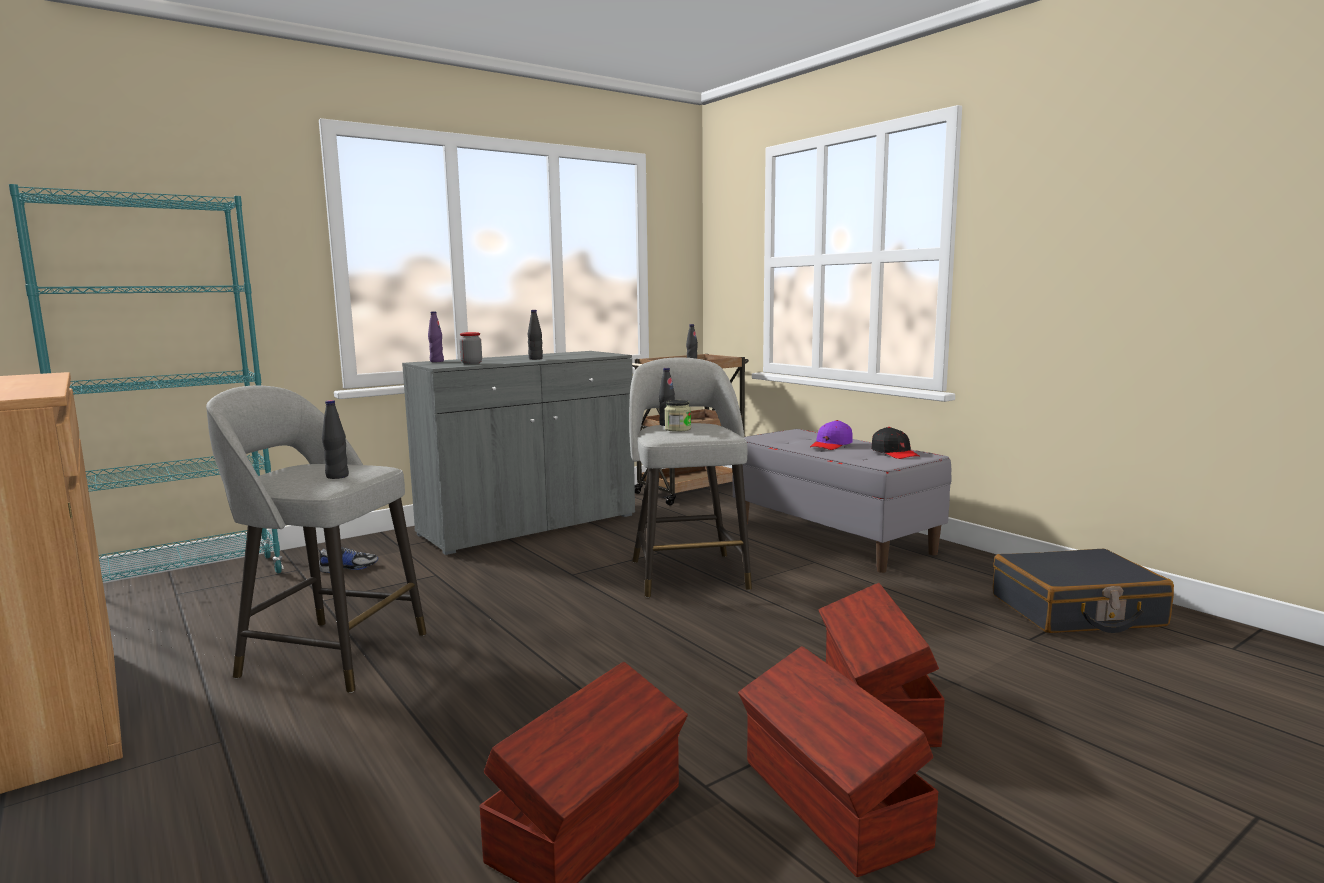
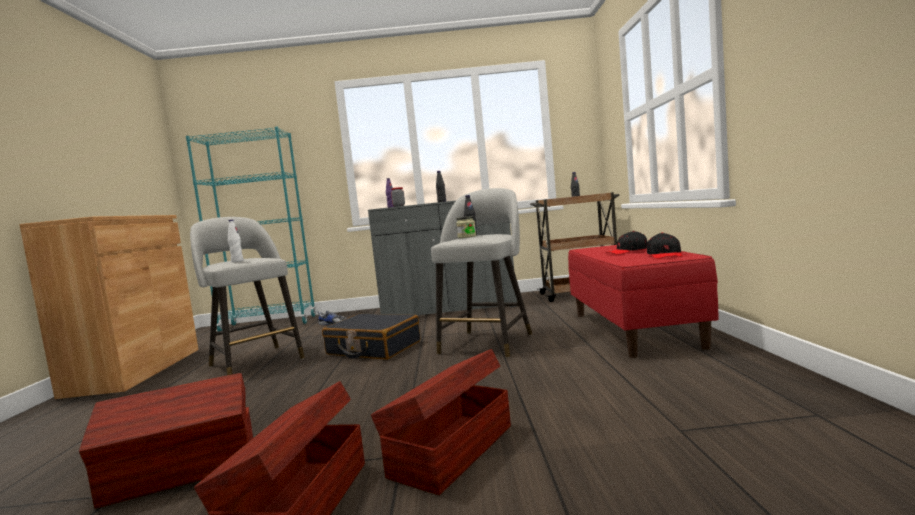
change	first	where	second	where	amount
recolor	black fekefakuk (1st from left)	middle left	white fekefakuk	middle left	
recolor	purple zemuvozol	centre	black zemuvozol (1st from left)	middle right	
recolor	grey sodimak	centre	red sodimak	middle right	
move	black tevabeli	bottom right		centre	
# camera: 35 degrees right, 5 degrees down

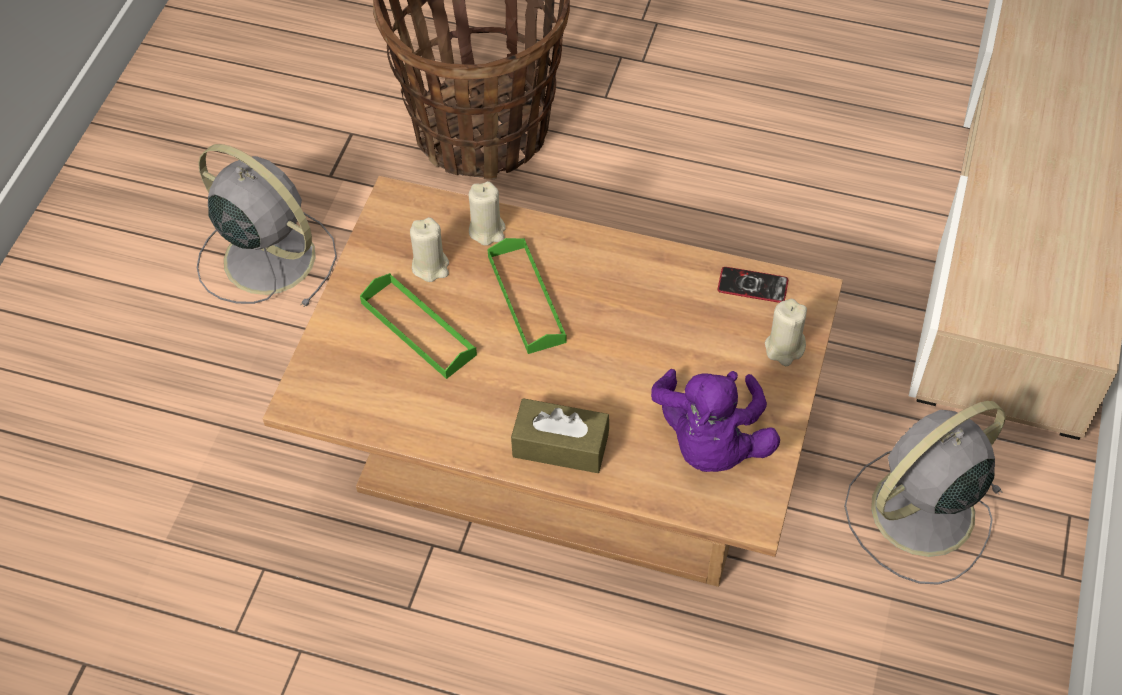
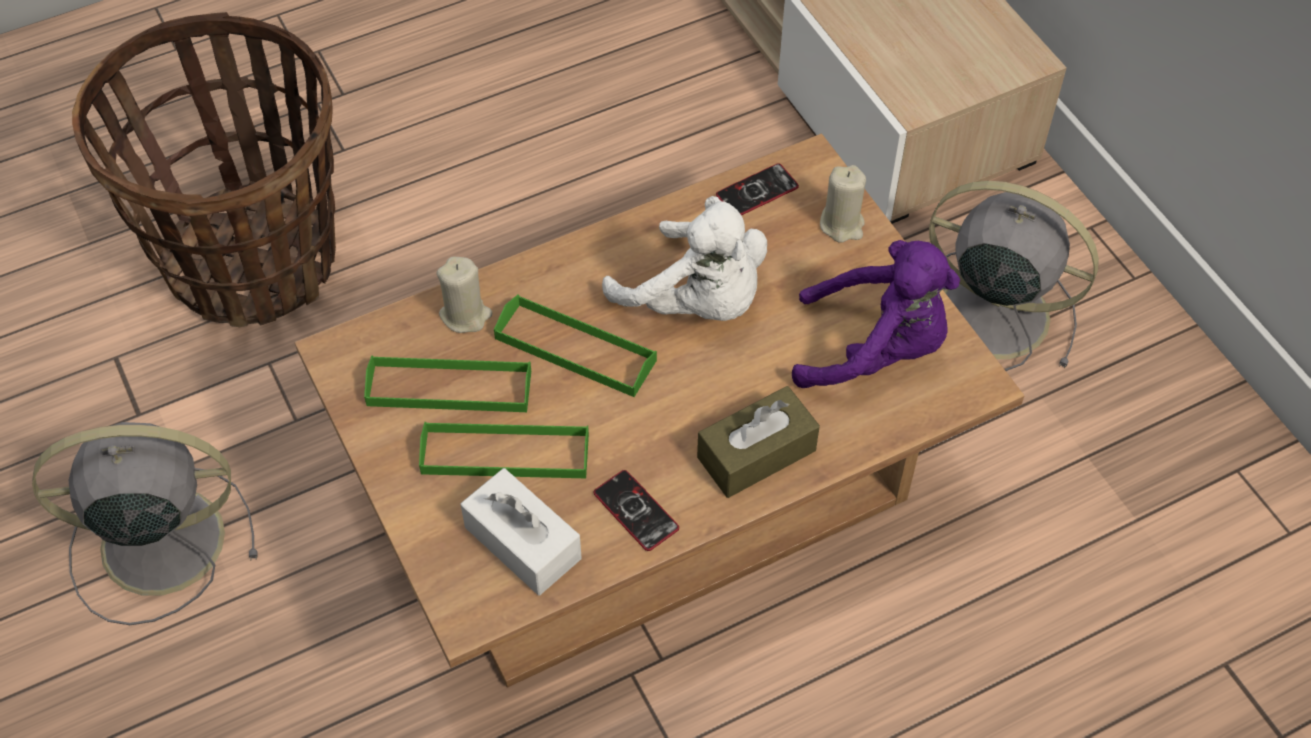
change	first	where	second	where	amount
replace	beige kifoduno (1st from left)	centre	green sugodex (1st from left)	centre	
rotate	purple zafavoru	centre		middle right	45 degrees counterclockwise
rotate	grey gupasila (2nd from left)	bottom right		middle right	105 degrees clockwise
insert			white zafavoru	centre	
insert			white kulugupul	bottom centre	
insert			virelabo (1st from left)	bottom centre	
# camera: 45 degrees left, 0 degrees up

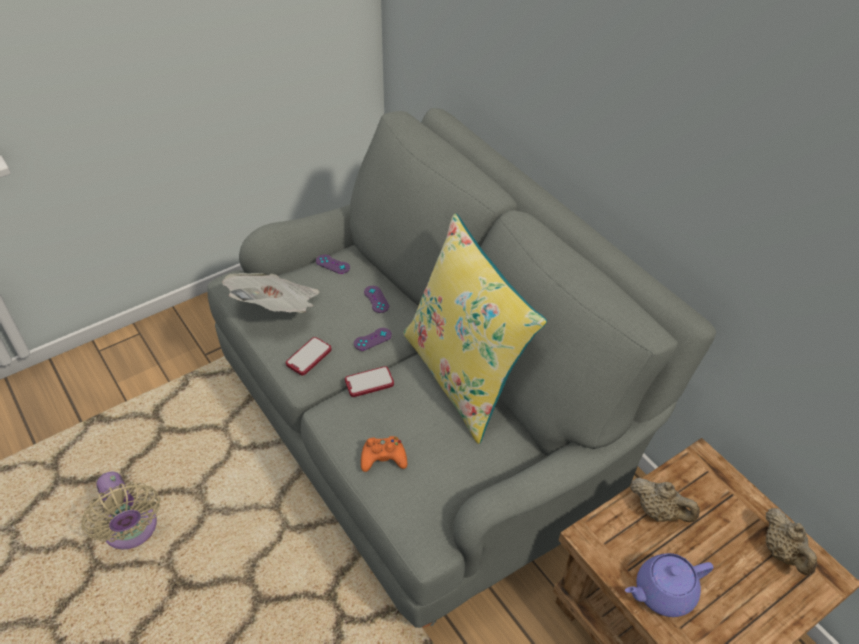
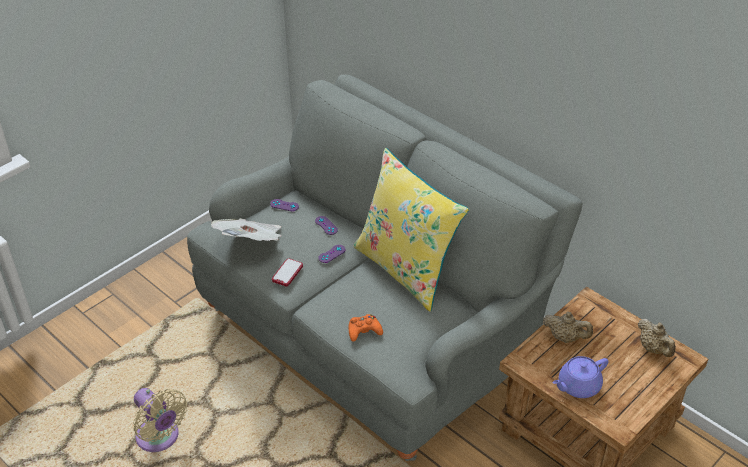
change	first	where	second	where	amount
delete	virelabo (2nd from left)	centre			
# camera: 10 degrees left, 5 degrees down

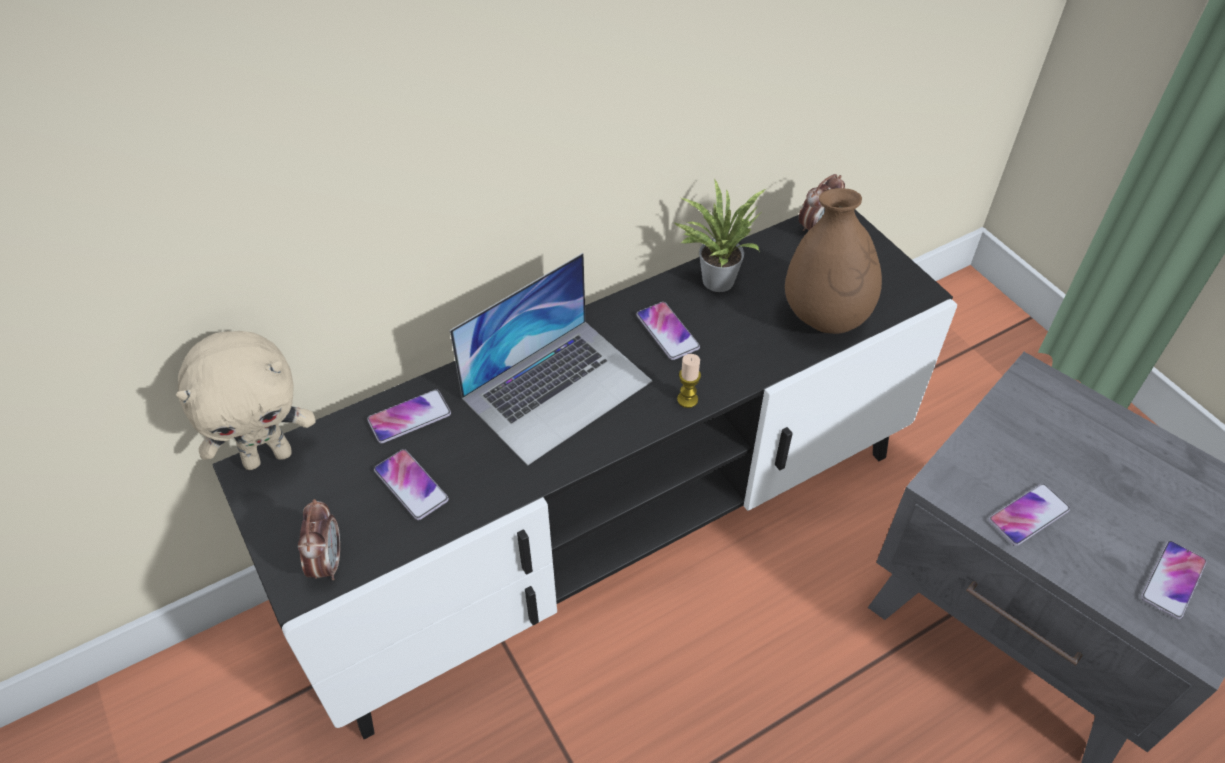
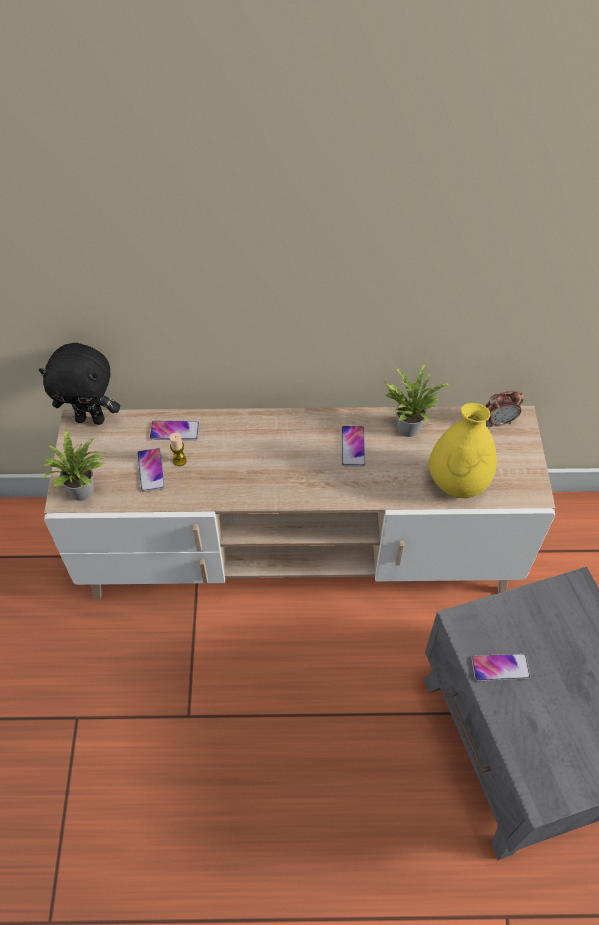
change	first	where	second	where	amount
recolor	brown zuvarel	middle right	yellow zuvarel	middle right	
recolor	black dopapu	centre	beige dopapu	centre	
delete	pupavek	centre			
recolor	beige zafavoru	middle left	black zafavoru	middle left	
move	kifoduno	centre		middle left	
replace	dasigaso (1st from left)	bottom left	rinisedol (1st from left)	middle left	
delete	virelabo (5th from left)	bottom right			
# camera: 30 degrees right, 5 degrees up

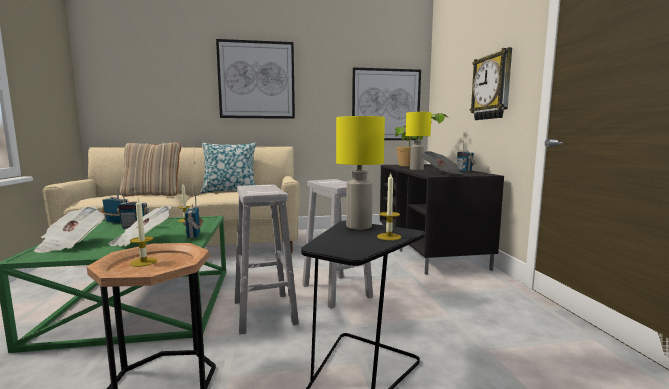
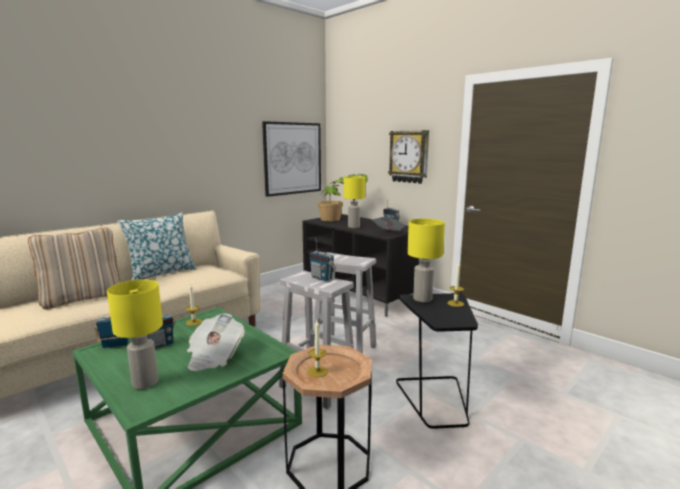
change	first	where	second	where	amount
delete	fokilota (1st from left)	top centre			
move	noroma (3rd from left)	middle left		centre	
replace	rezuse (1st from left)	middle left	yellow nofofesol (1st from left)	bottom left	
# camera: 35 degrees left, 5 degrees up

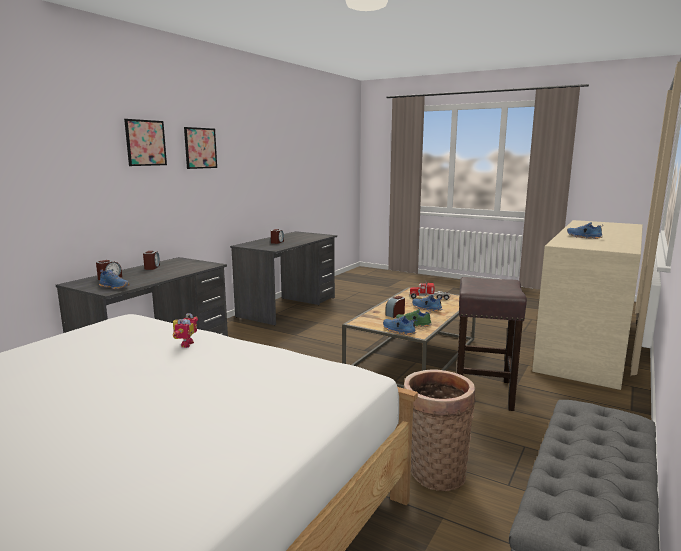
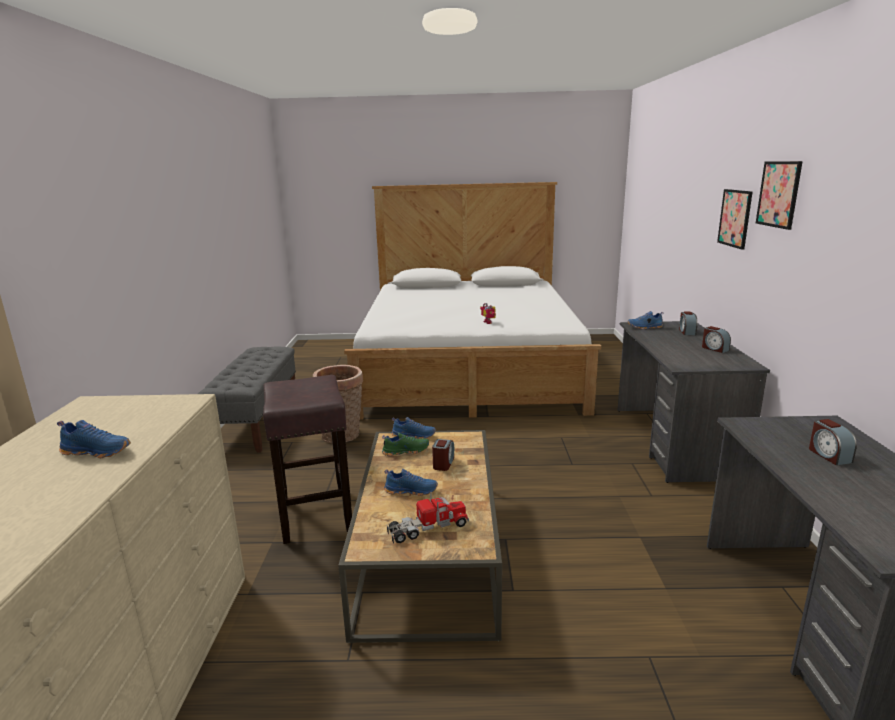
change	first	where	second	where	amount
move	fokilota (2nd from left in the first image)	top left	fokilota (1st from left)	top right	
# camera: 150 degrees right, 5 degrees up

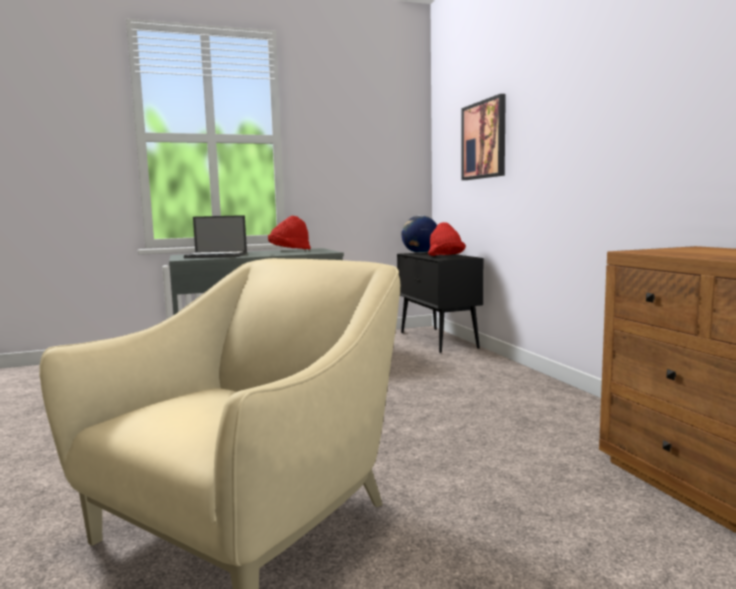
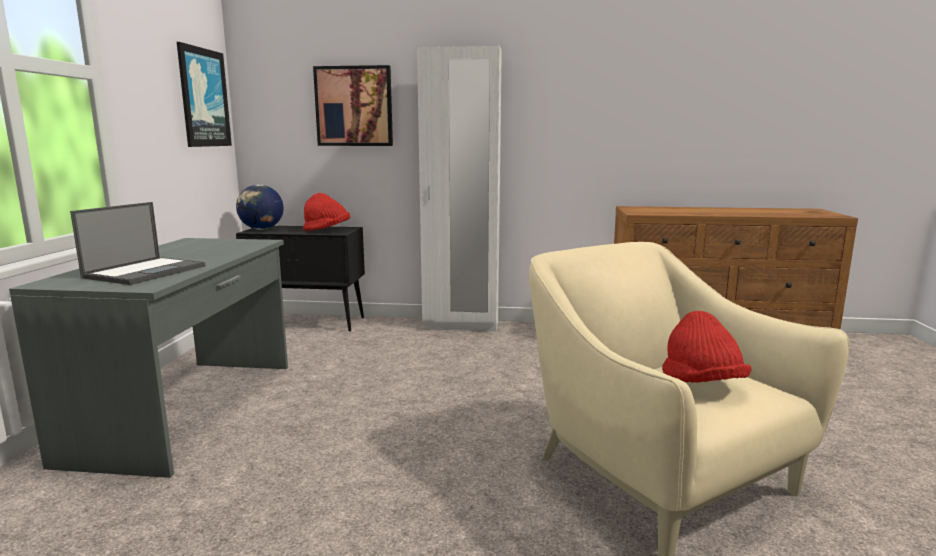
change	first	where	second	where	amount
move	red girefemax (1st from left in the first image)	centre	red girefemax (2nd from left)	middle right	
insert			fokilota (1st from left)	top left	
insert			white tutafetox	centre	
# camera: 65 degrees left, 5 degrees up

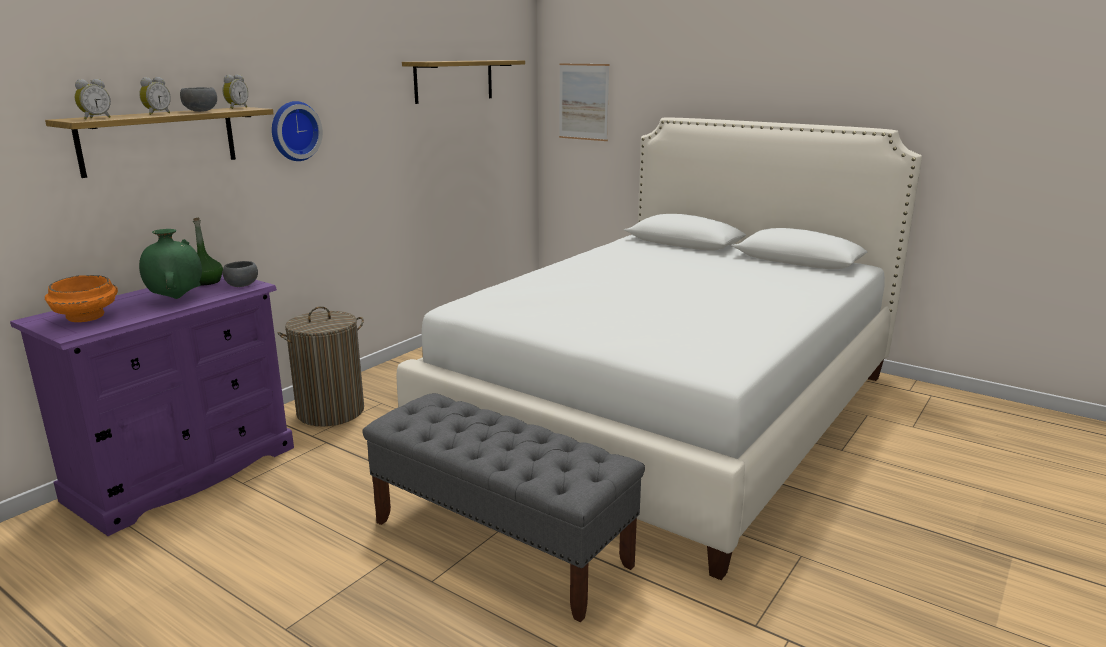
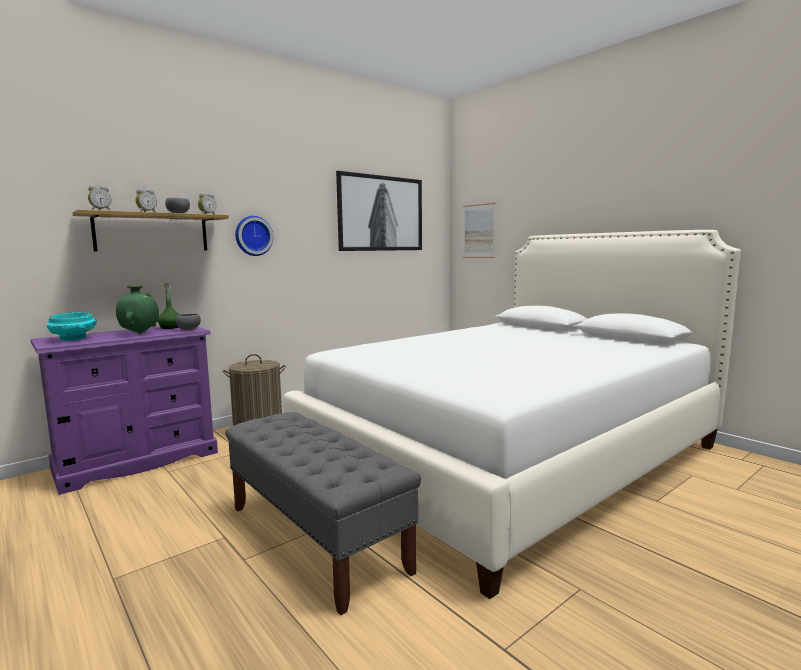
change	first	where	second	where	amount
replace	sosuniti (2nd from left)	top centre	fokilota (1st from left)	top centre	
recolor	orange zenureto	middle left	turquoise zenureto	middle left	
# camera: 15 degrees right, 10 degrees down

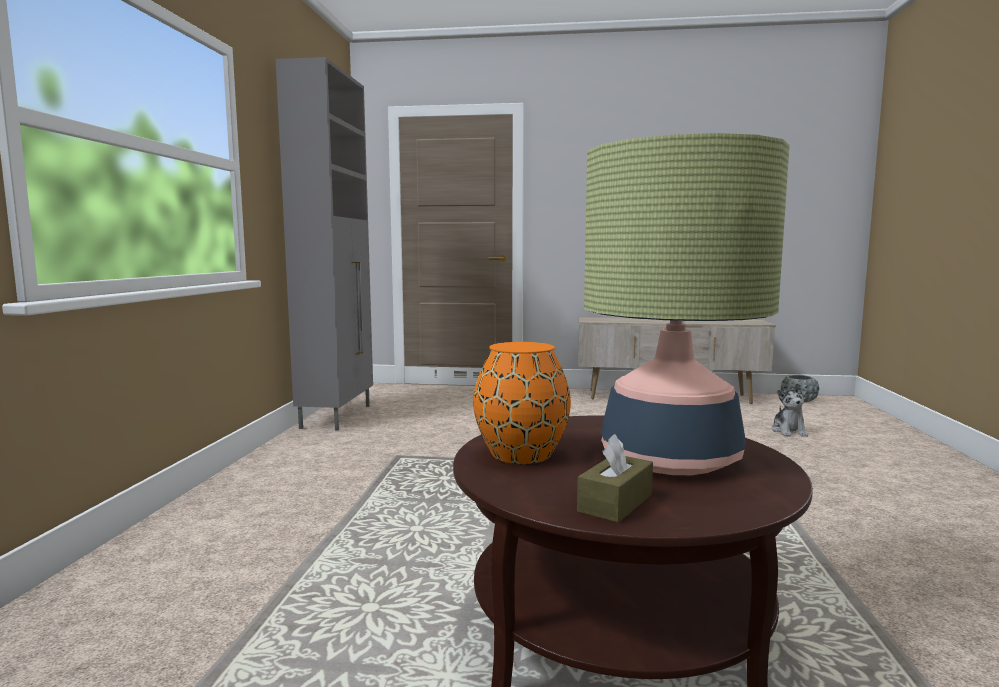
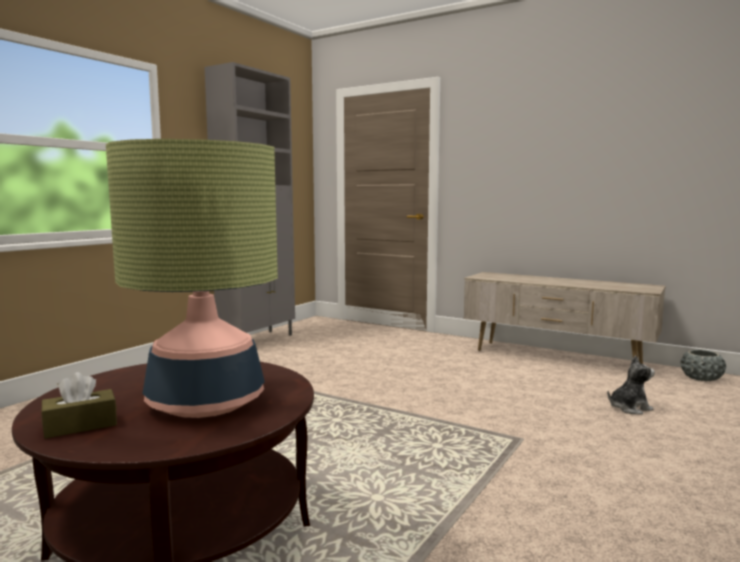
change	first	where	second	where	amount
delete	orange zuvarel	centre			
rotate	zafavoru	middle right		bottom right	135 degrees counterclockwise
# camera: 25 degrees right, 0 degrees up

